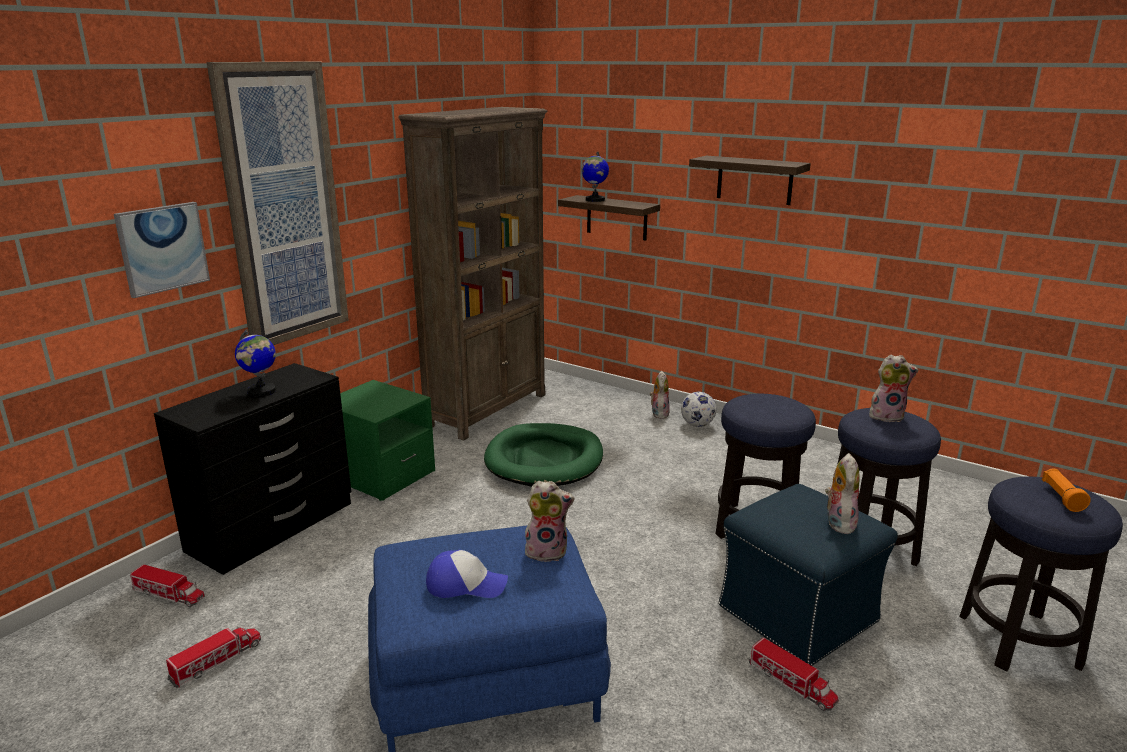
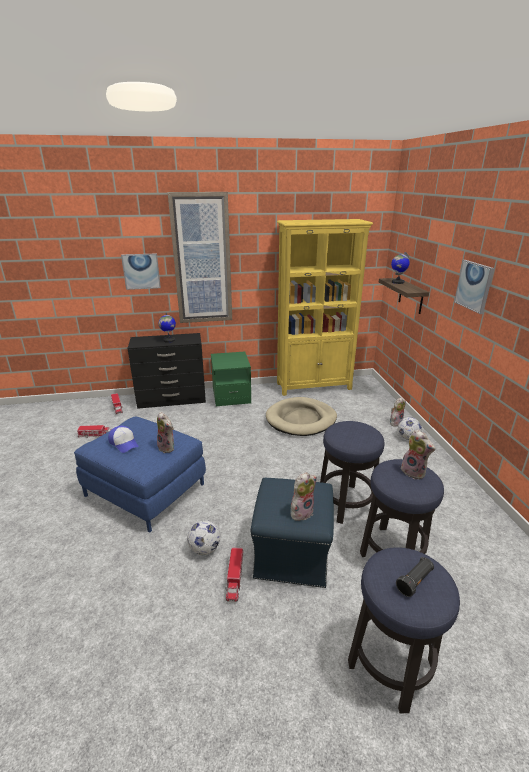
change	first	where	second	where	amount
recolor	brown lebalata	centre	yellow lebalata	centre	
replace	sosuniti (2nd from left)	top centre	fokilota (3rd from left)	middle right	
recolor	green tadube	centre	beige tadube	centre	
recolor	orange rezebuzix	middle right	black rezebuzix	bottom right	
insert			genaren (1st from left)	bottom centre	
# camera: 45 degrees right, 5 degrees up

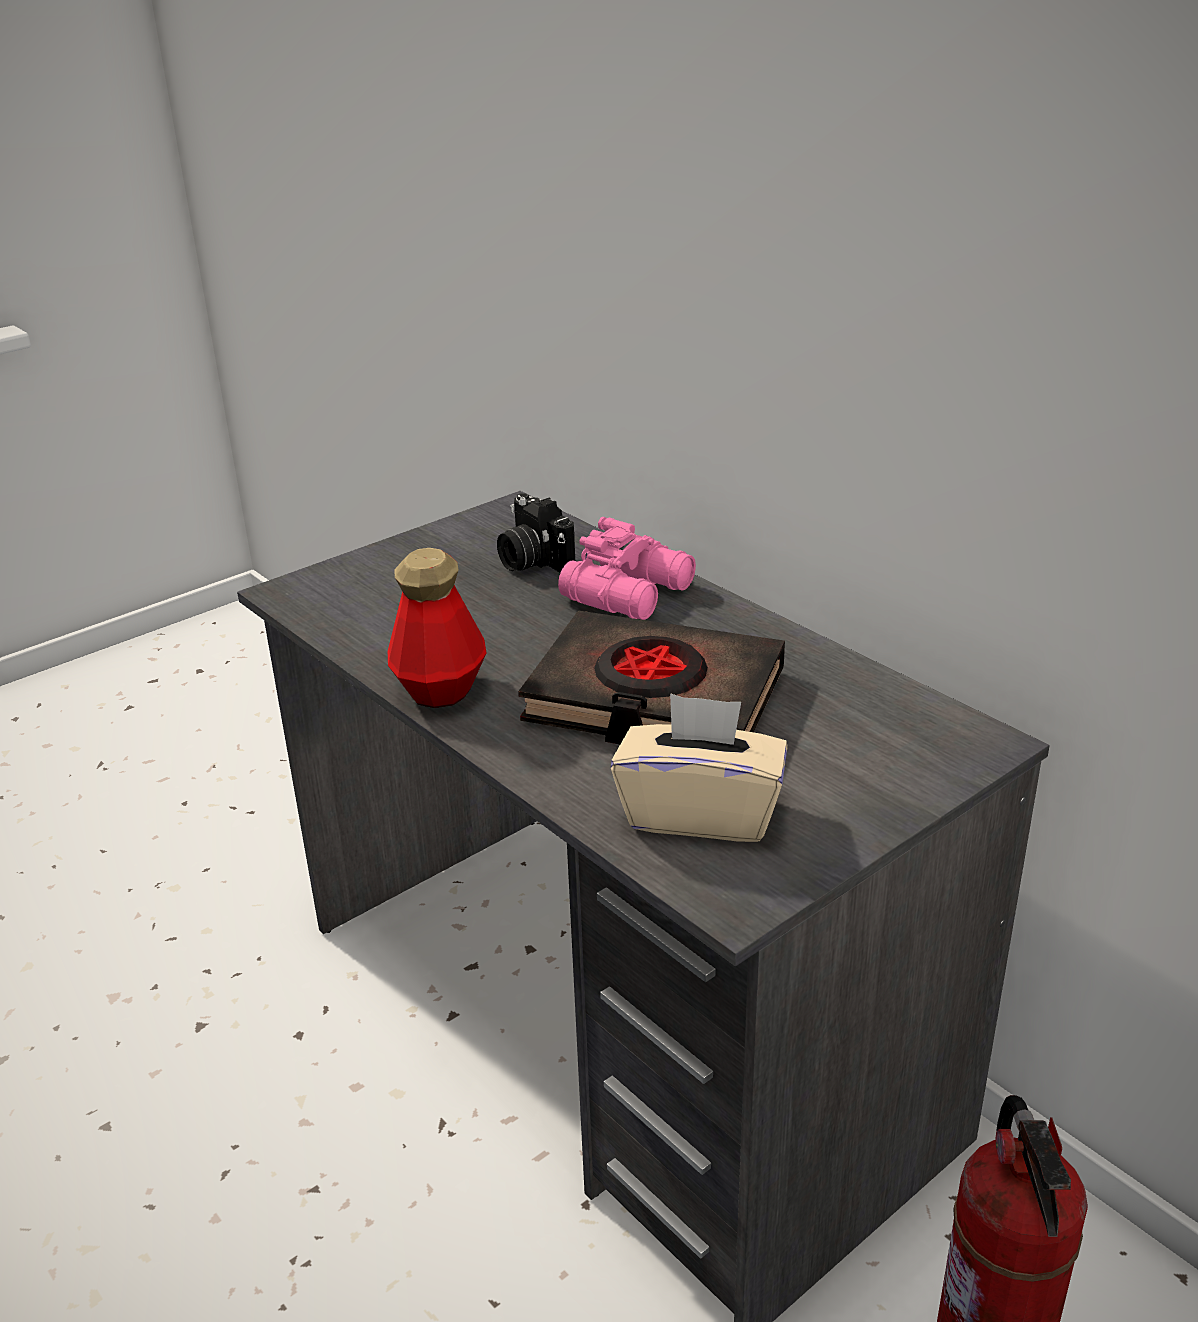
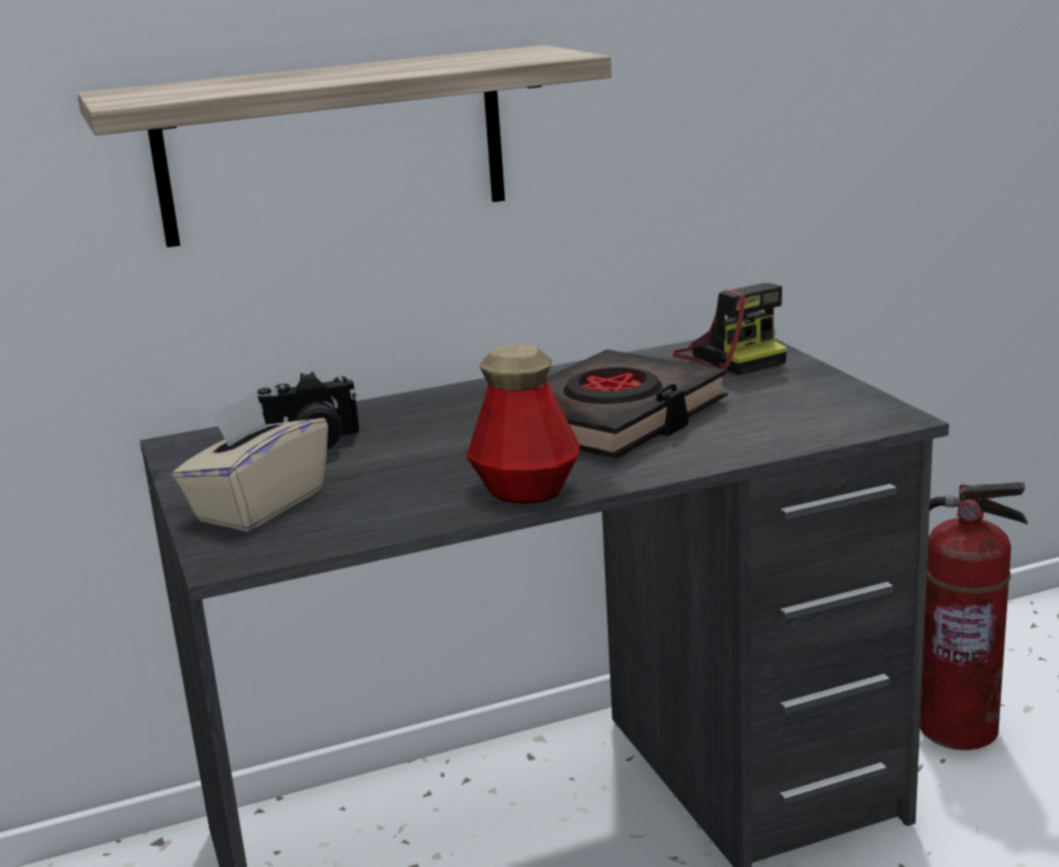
change	first	where	second	where	amount
delete	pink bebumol	centre			
move	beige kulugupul	centre		middle left	
insert			sosuniti	top left	
insert			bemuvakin (2nd from left)	middle right	
# camera: 70 degrees left, 10 degrees down

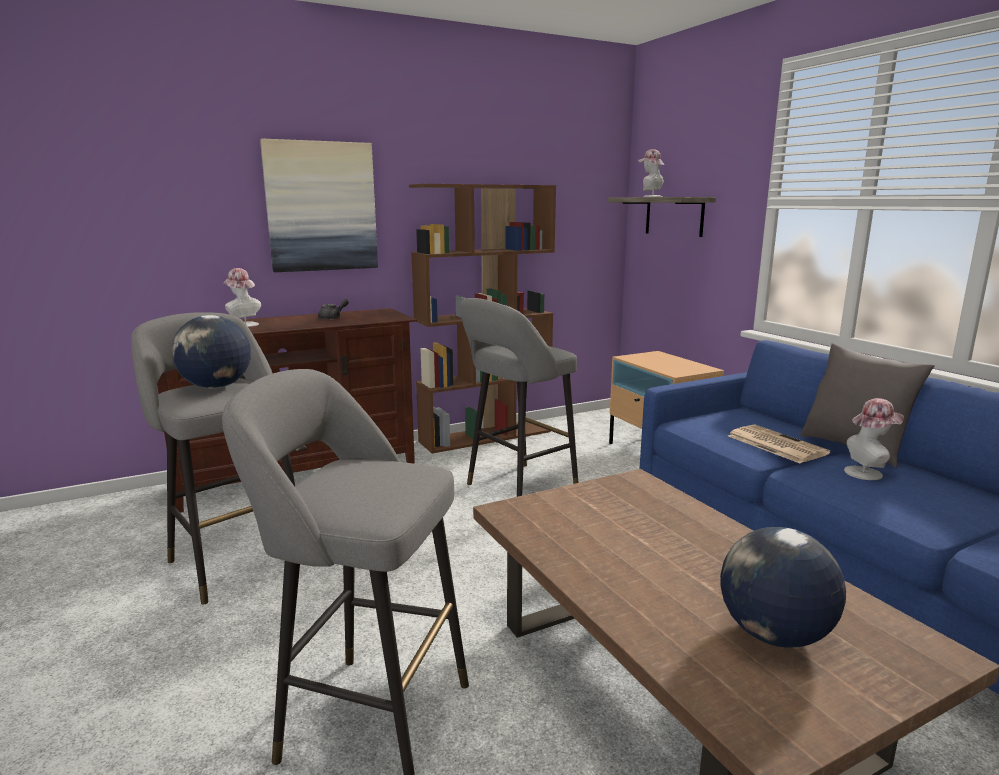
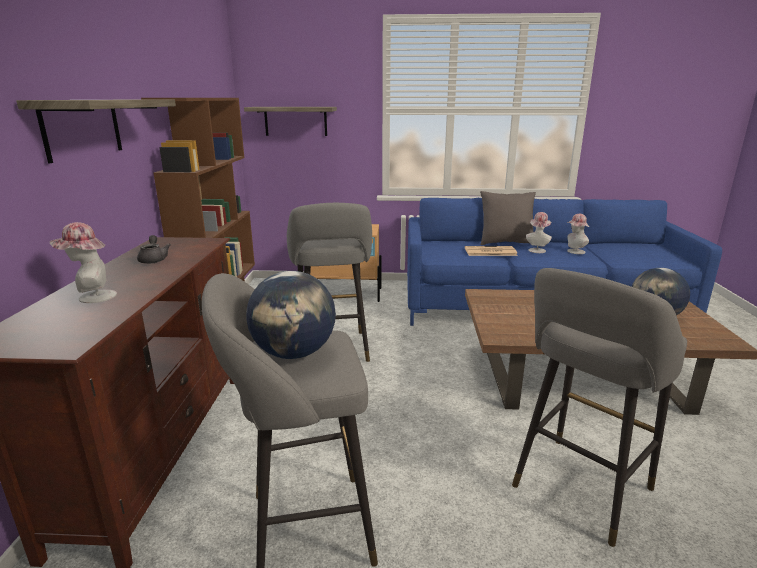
change	first	where	second	where	amount
replace	fokilota	top left	sosuniti (1st from left)	top left	
move	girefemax (2nd from left in the first image)	top centre	girefemax (3rd from left)	middle right	
# camera: 60 degrees left, 5 degrees up

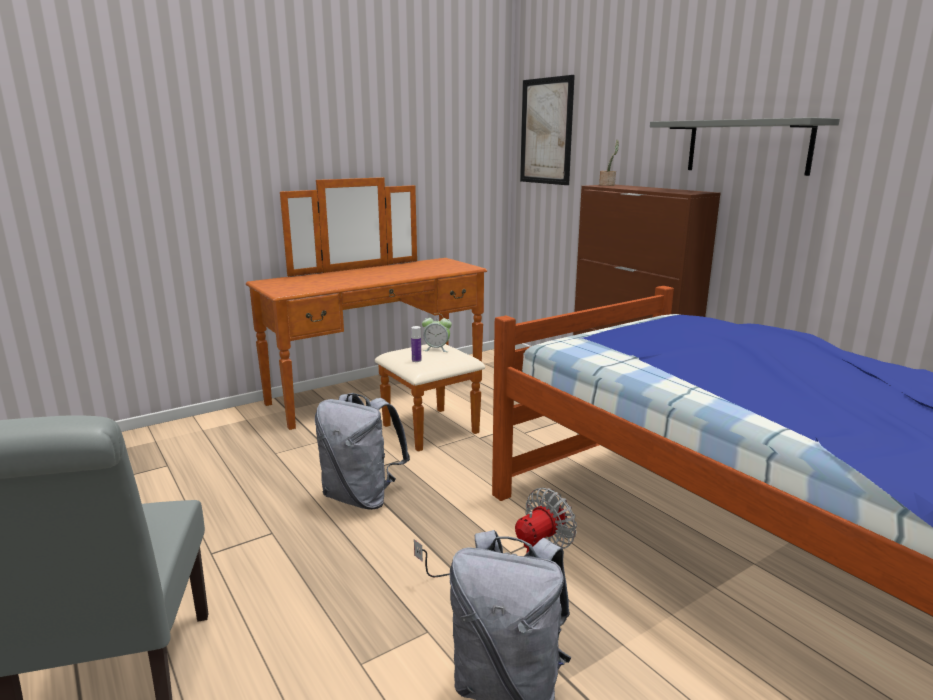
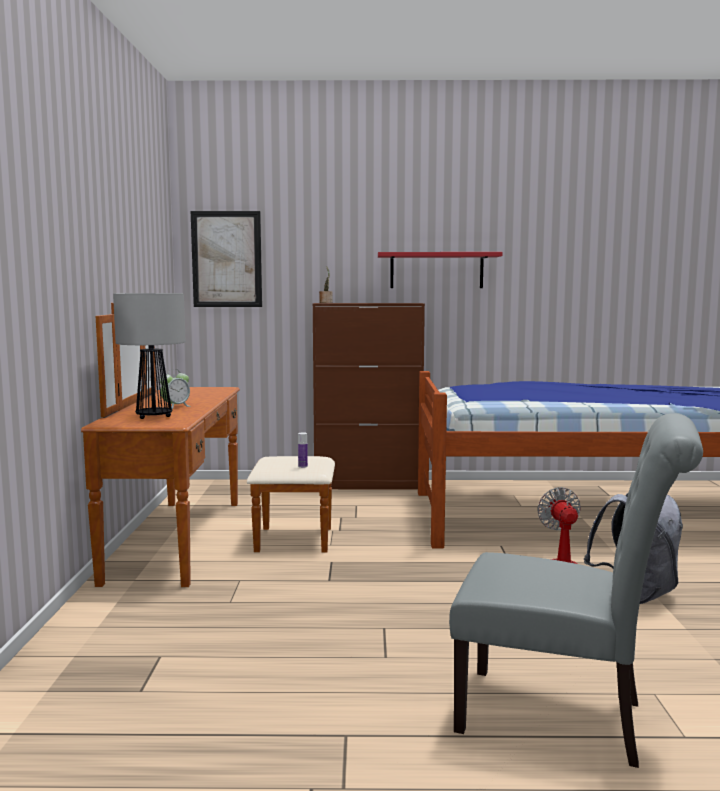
change	first	where	second	where	amount
recolor	grey sosuniti	top right	red sosuniti	centre	
move	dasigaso	centre		middle left	
delete	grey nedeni (1st from left)	centre			
insert			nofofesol	middle left	
# camera: 55 degrees left, 10 degrees down

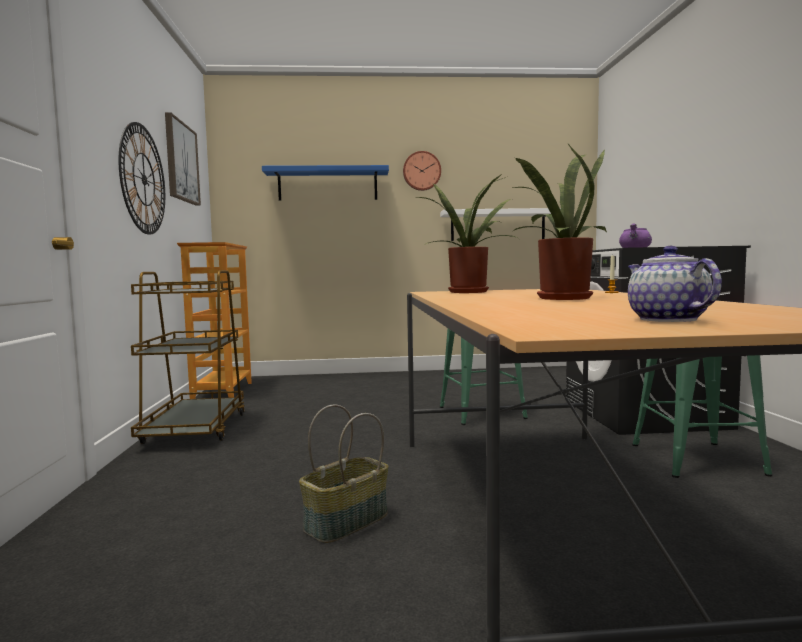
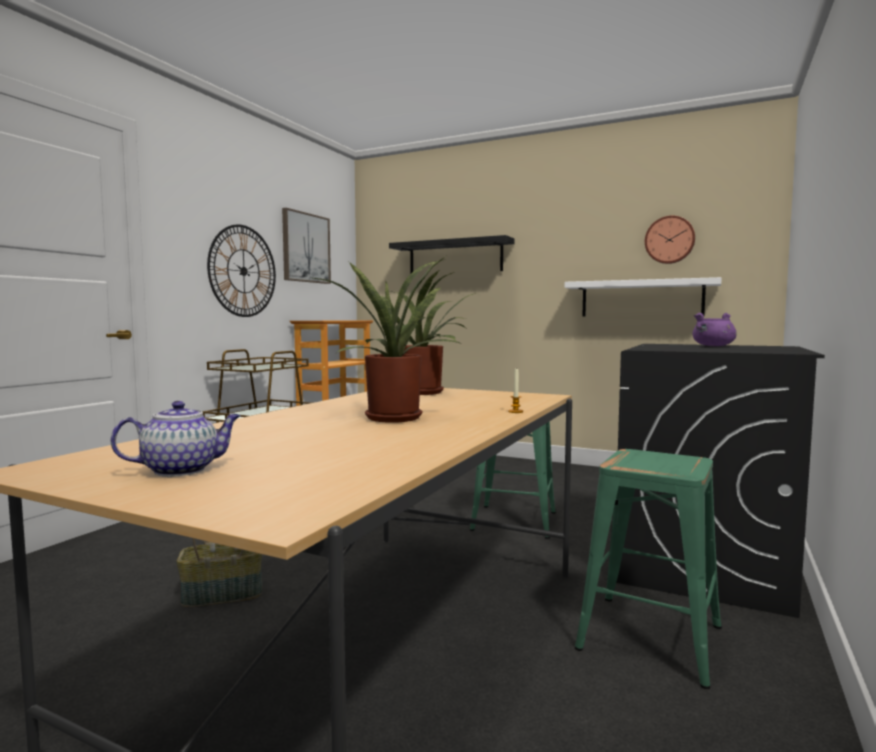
change	first	where	second	where	amount
move	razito (2nd from left)	top centre		top right	
recolor	blue sosuniti	top centre	black sosuniti	centre	
rotate	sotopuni	middle right		middle left	45 degrees clockwise
# camera: 30 degrees right, 0 degrees up

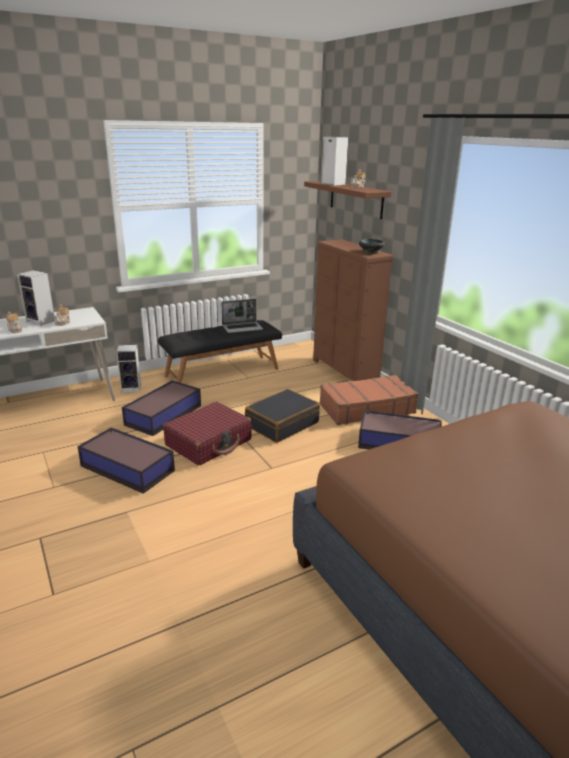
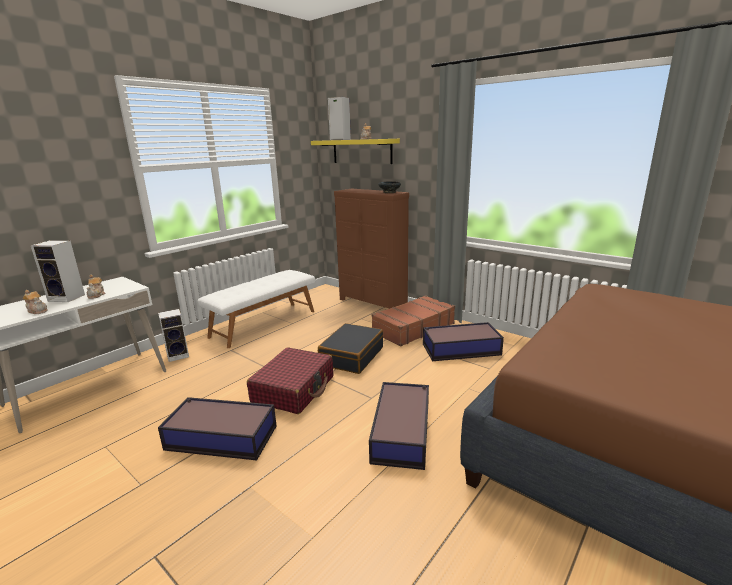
change	first	where	second	where	amount
recolor	brown sosuniti	top centre	yellow sosuniti	top centre	
delete	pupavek	centre			
recolor	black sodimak	centre	white sodimak	centre	
move	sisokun (2nd from left)	middle left		bottom centre	
# camera: 20 degrees left, 5 degrees down

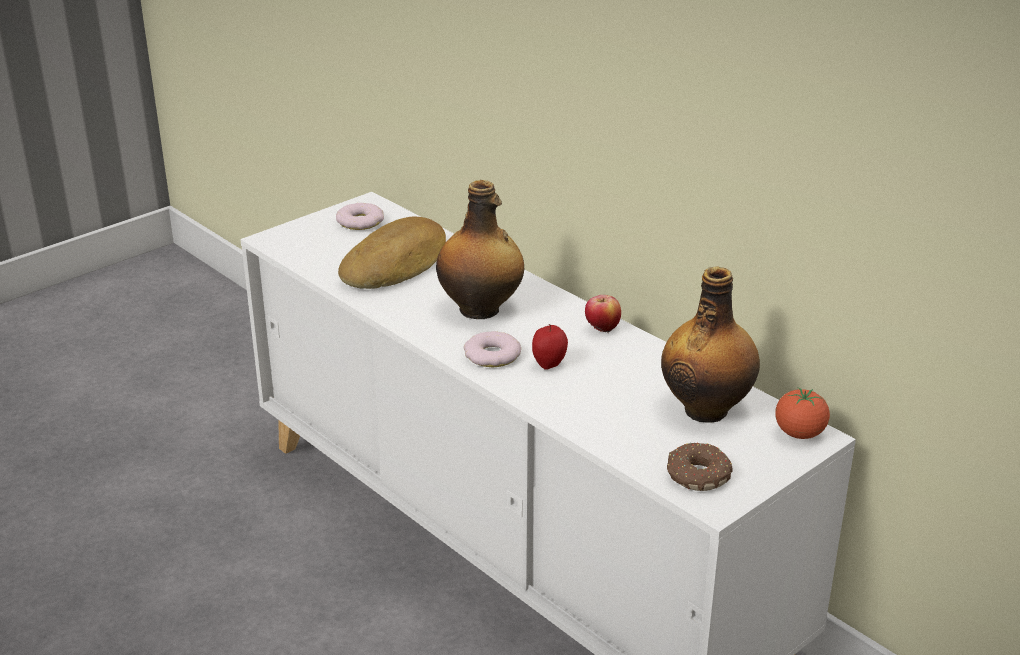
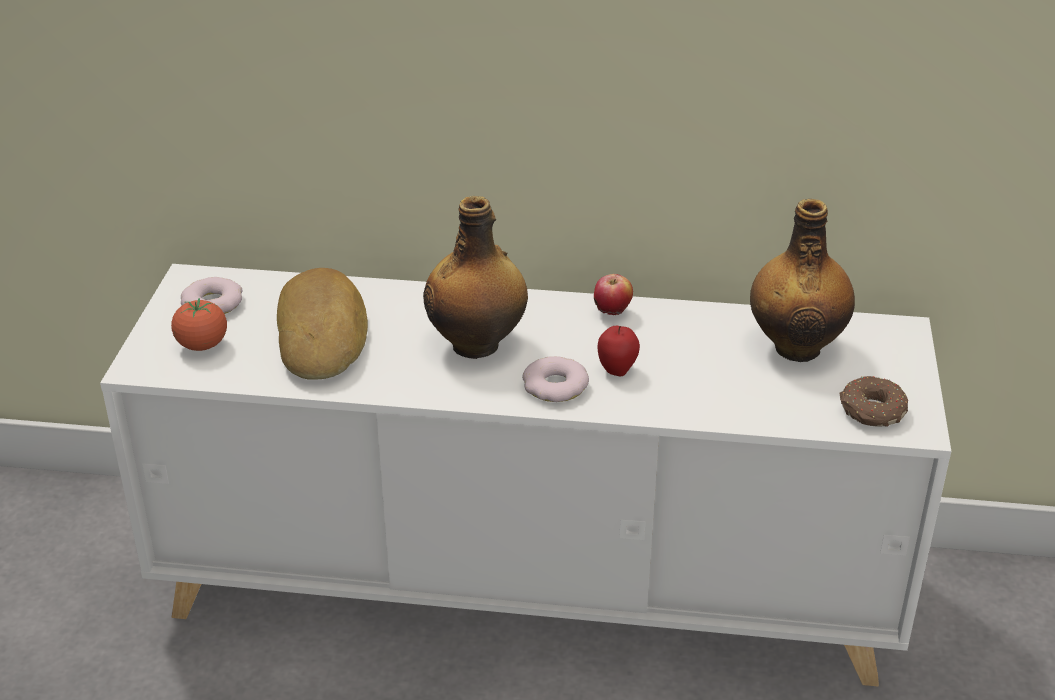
change	first	where	second	where	amount
move	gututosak	middle right		middle left	
# camera: 40 degrees left, 5 degrees up

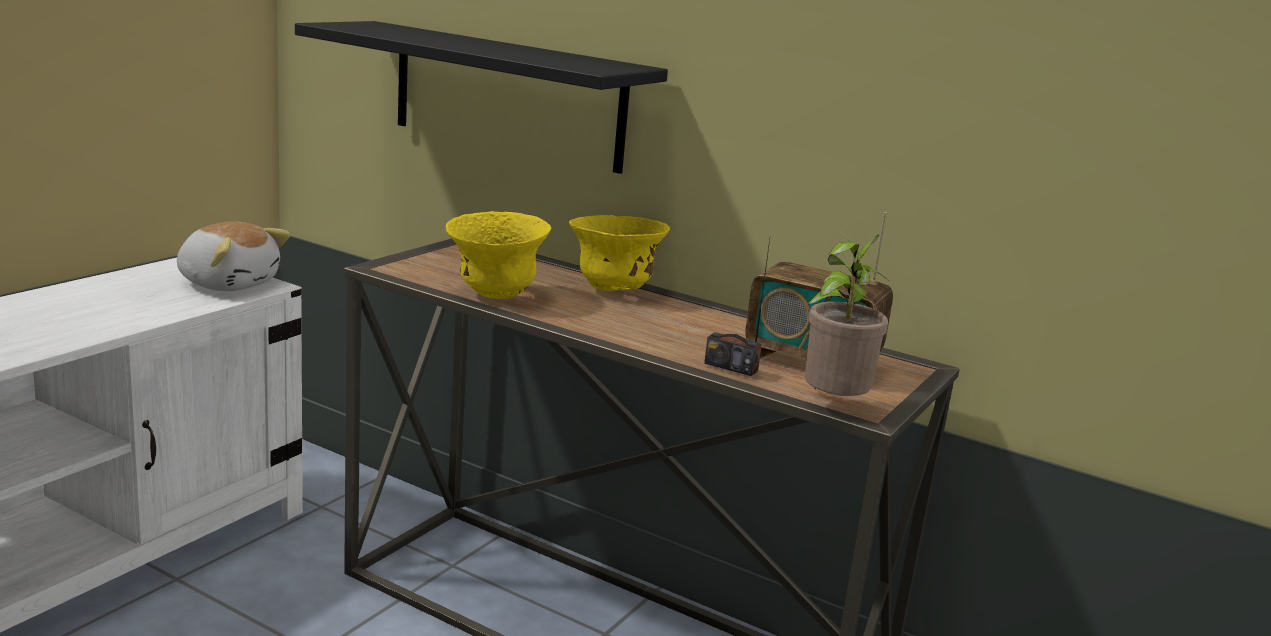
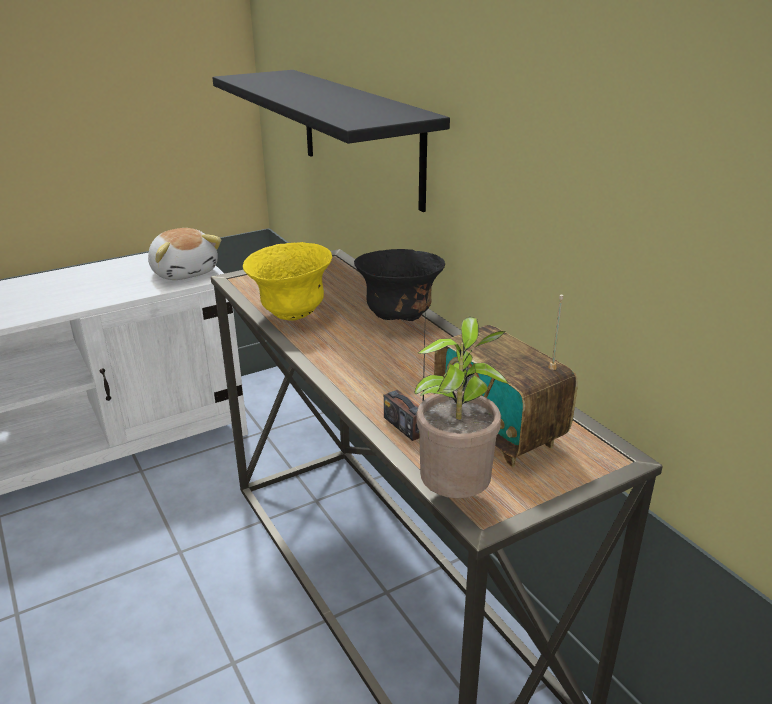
change	first	where	second	where	amount
recolor	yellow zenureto (2nd from left)	centre	black zenureto	centre	
# camera: 30 degrees right, 10 degrees up

